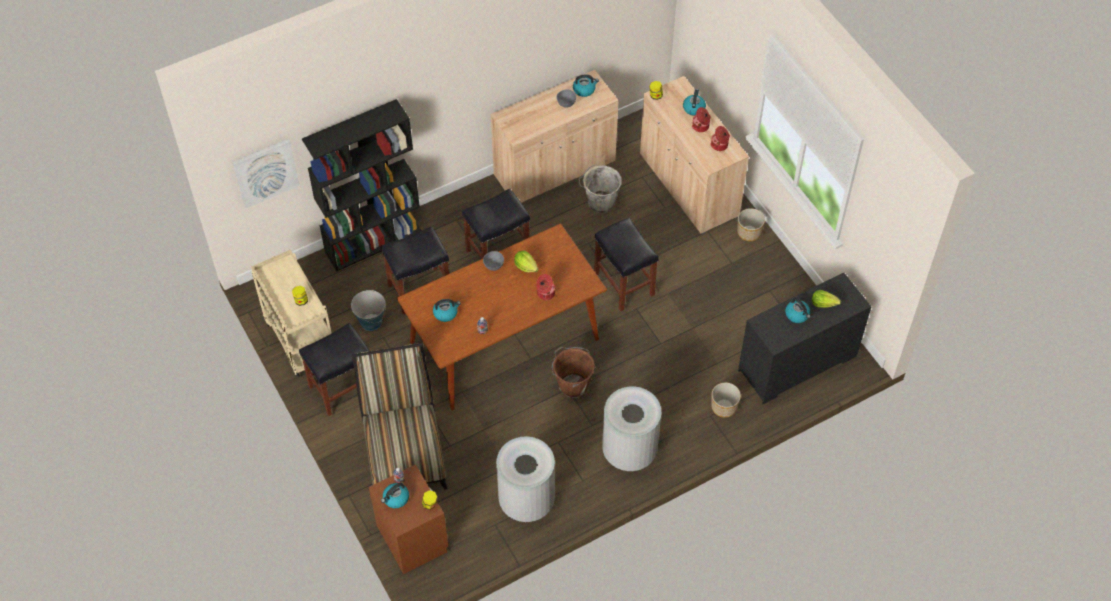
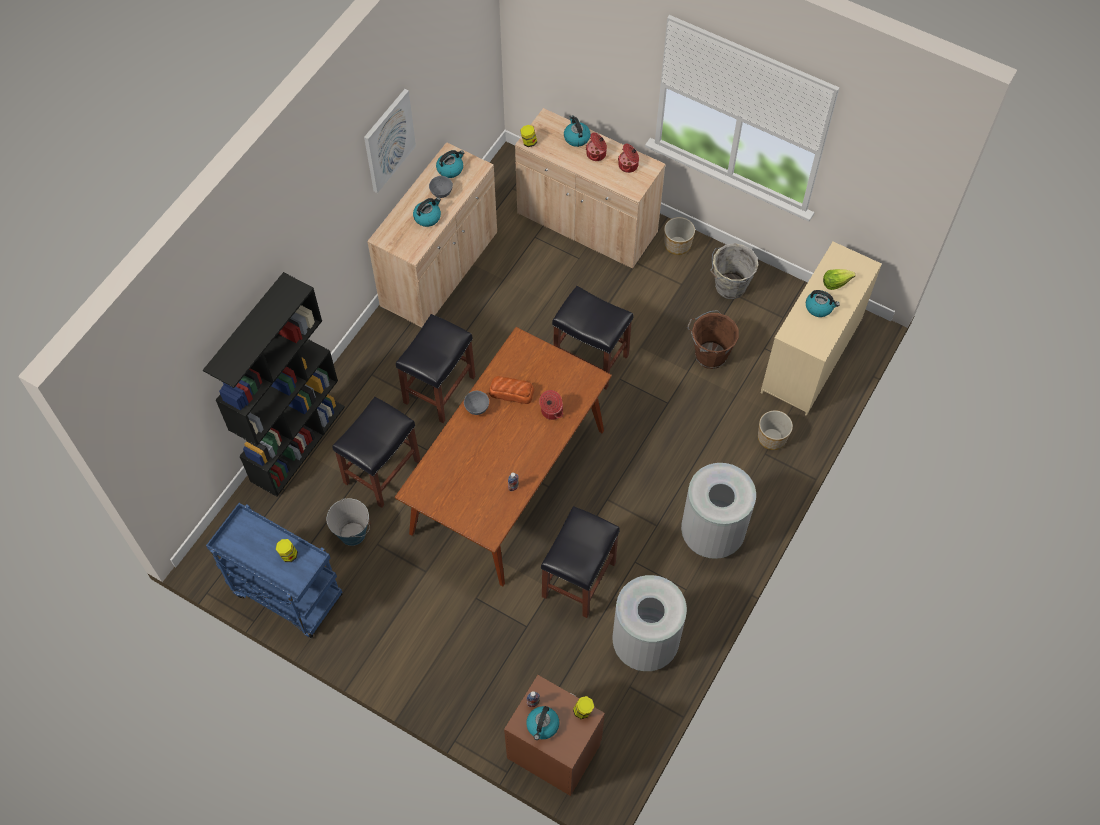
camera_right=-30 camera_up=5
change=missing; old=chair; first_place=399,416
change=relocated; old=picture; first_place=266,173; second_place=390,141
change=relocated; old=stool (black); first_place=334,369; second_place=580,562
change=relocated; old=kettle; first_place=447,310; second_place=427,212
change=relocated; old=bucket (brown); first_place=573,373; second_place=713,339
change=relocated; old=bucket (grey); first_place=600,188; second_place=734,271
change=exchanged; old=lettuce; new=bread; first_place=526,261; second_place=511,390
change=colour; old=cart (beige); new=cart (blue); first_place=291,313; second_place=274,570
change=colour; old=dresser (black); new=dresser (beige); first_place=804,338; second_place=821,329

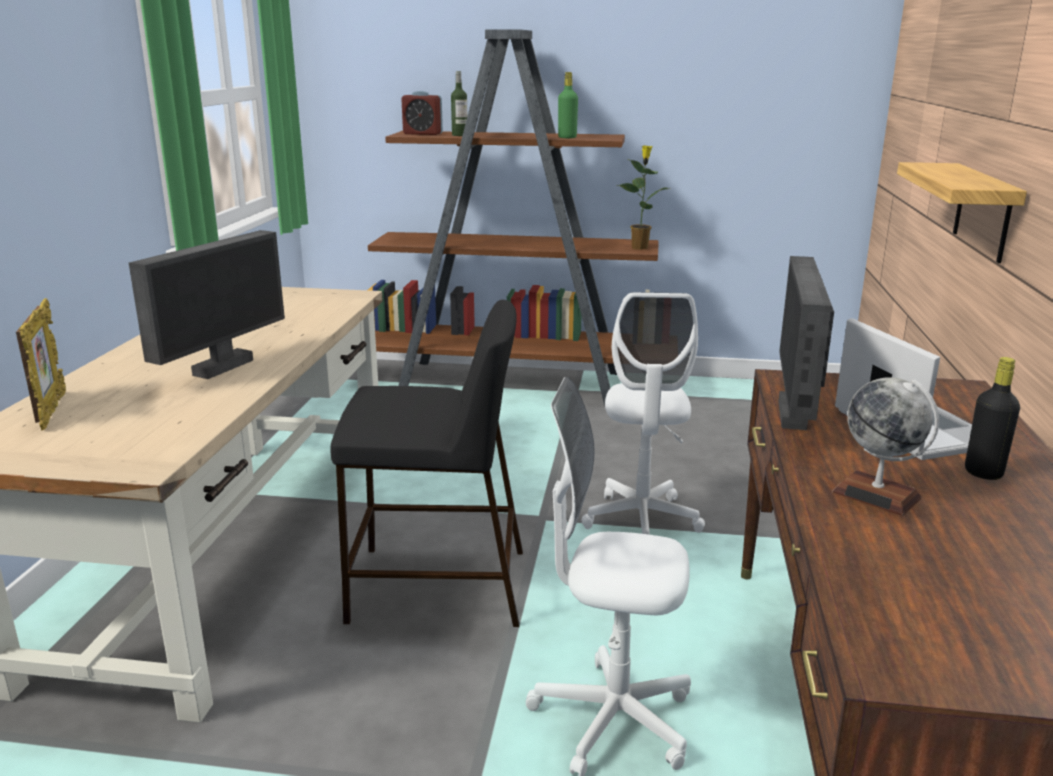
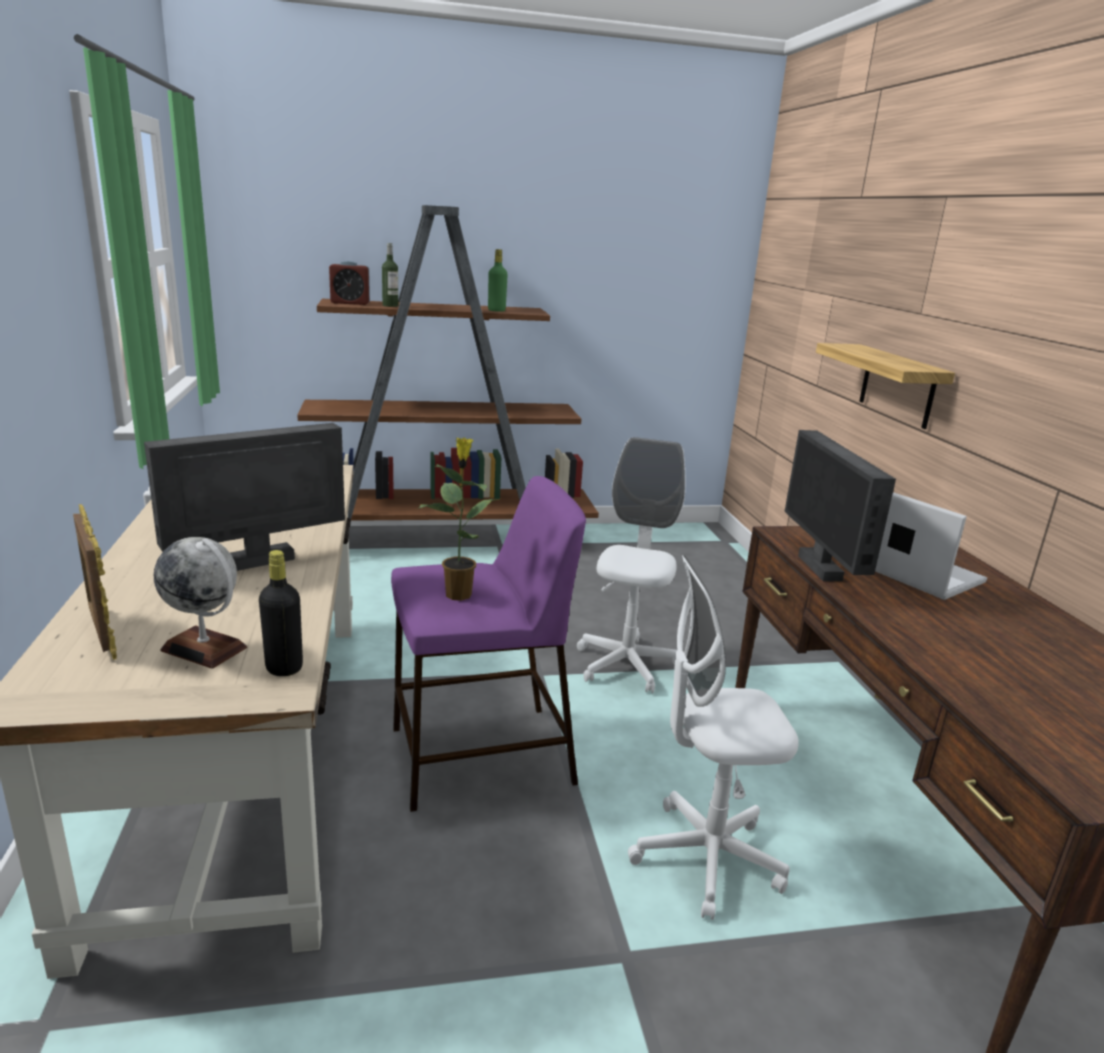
camera_right=-20 camera_up=0
change=relocated; old=potted plant; first_place=643,197; second_place=458,519
change=relocated; old=globe; first_place=886,446; second_place=200,603
change=relocated; old=bottle (black); first_place=992,418; second_place=281,613
change=colour; old=stool (black); new=stool (purple); first_place=427,463; second_place=488,644
change=spun; old=monitor; first_place=207,304; second_place=244,497; degrees=-135
change=spun; old=office chair (white); first_place=643,413; second_place=631,565; degrees=-150

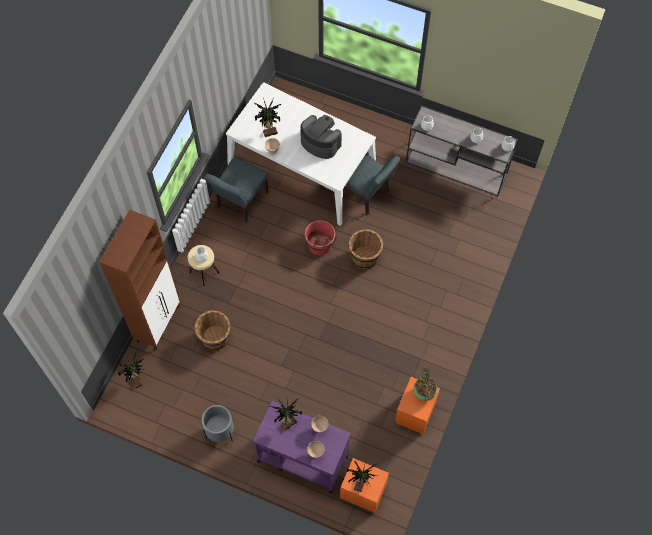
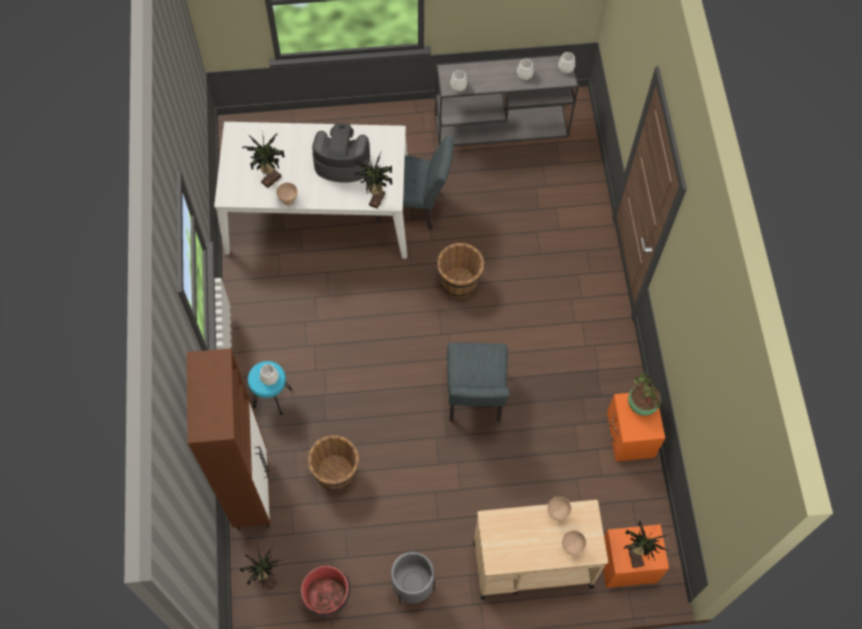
camera_right=-30 camera_up=0
change=relocated; old=chair (grey); first_place=236,189; second_place=478,383
change=relocated; old=potted plant; first_place=286,413; second_place=373,180
change=relocated; old=bucket (red); first_place=320,238; second_place=326,591
change=colour; old=stool (beige); new=stool (turquoise); first_place=203,265; second_place=270,388
change=colour; old=cart (purple); new=cart (beige); first_place=302,447; second_place=540,549

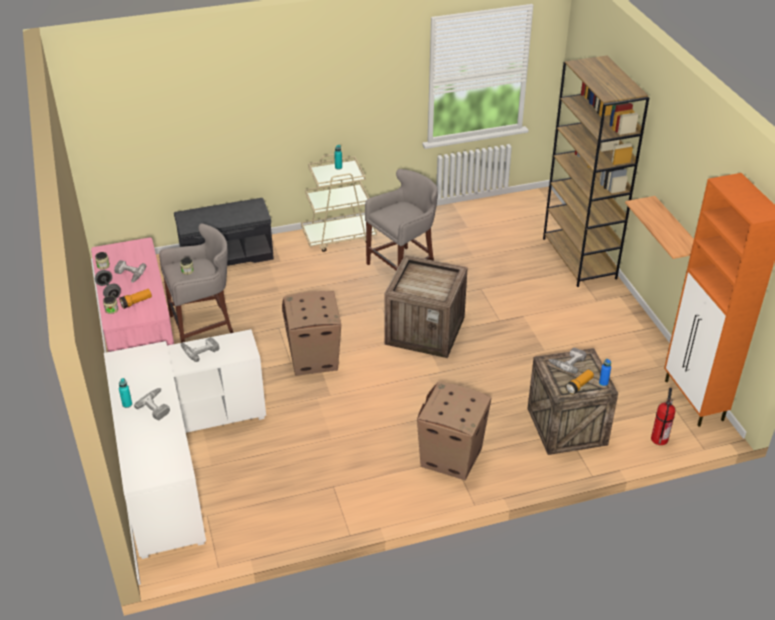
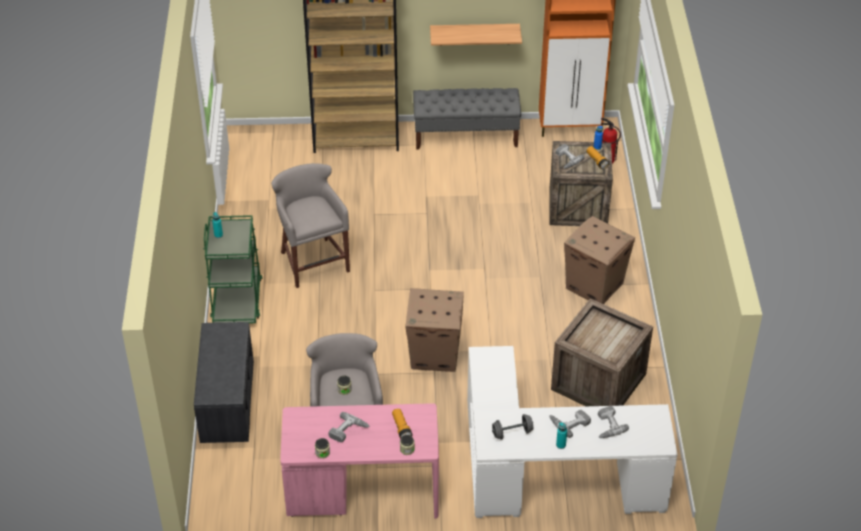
camera_right=-75 camera_up=5
change=appeared; new=bench (grey); second_place=467,118
change=relocated; old=dumbbell (grey); first_place=108,284; second_place=512,427
change=relocated; old=power drill; first_place=200,349; second_place=613,422
change=relocated; old=crate; first_place=426,306; second_place=602,352
change=colour; old=cart (beige); new=cart (green); first_place=339,203; second_place=232,269

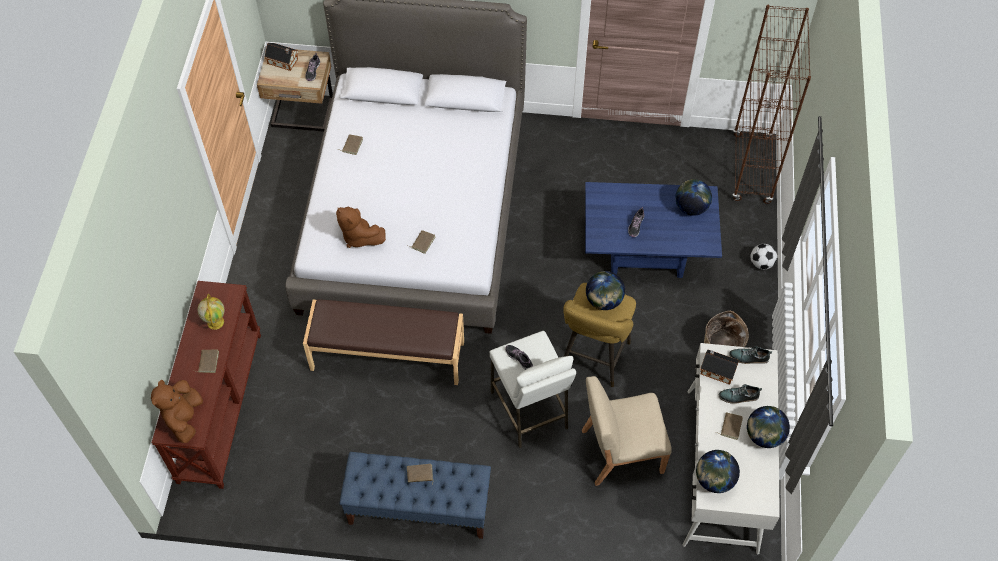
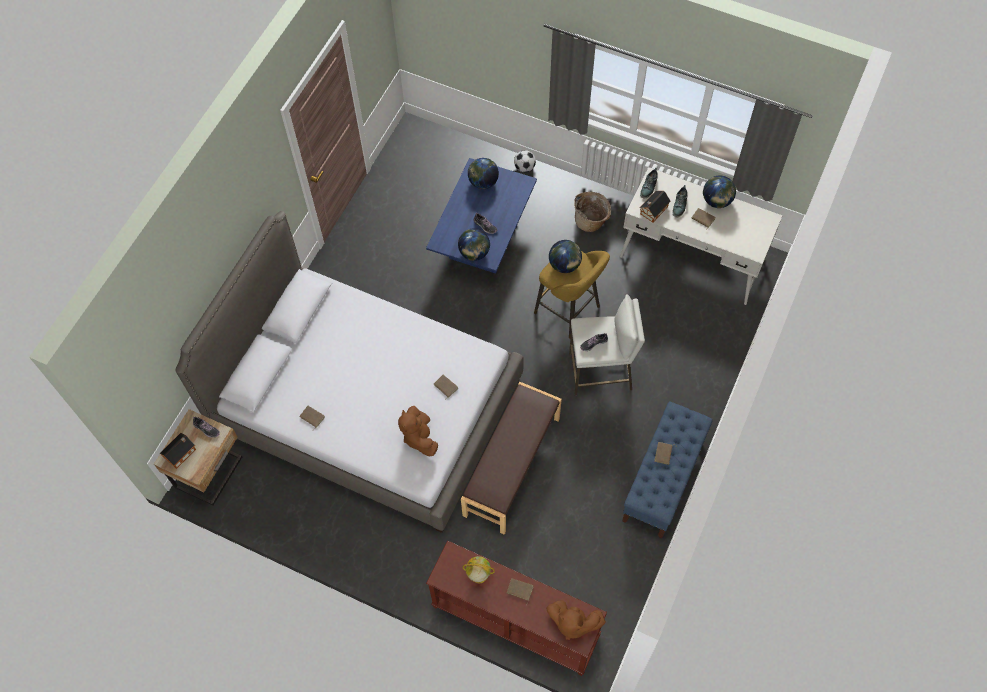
camera_right=-70 camera_up=5
change=missing; old=chair (beige); first_place=627,431
change=missing; old=bookcase (brown); first_place=772,104
change=relocated; old=globe; first_place=718,471; second_place=474,244
change=spun; old=plush toy (brown); first_place=361,227; second_place=418,431; degrees=105

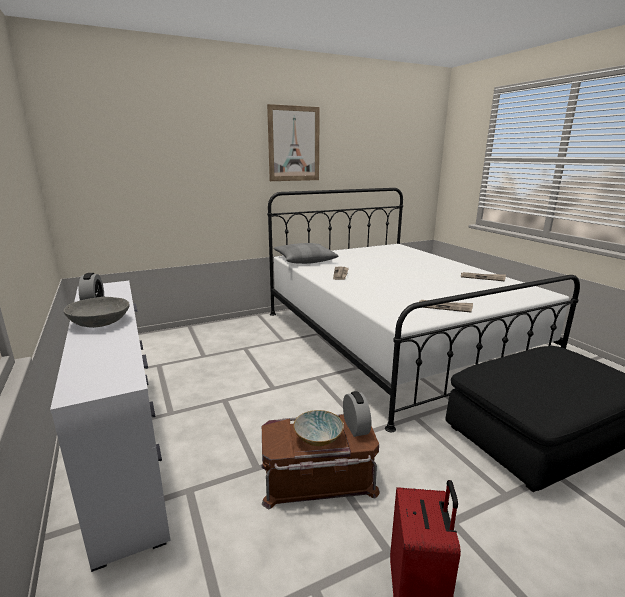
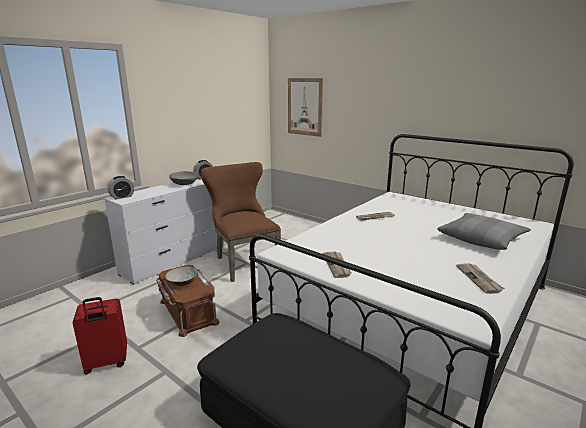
camera_right=65 camera_up=0
change=appeared; new=chair (brown); second_place=241,222
change=relocated; old=picture; first_place=293,142; second_place=305,107
change=relocated; old=pillow (grey); first_place=305,253; second_place=484,231
change=relocated; old=alarm clock; first_place=357,414; second_place=121,188

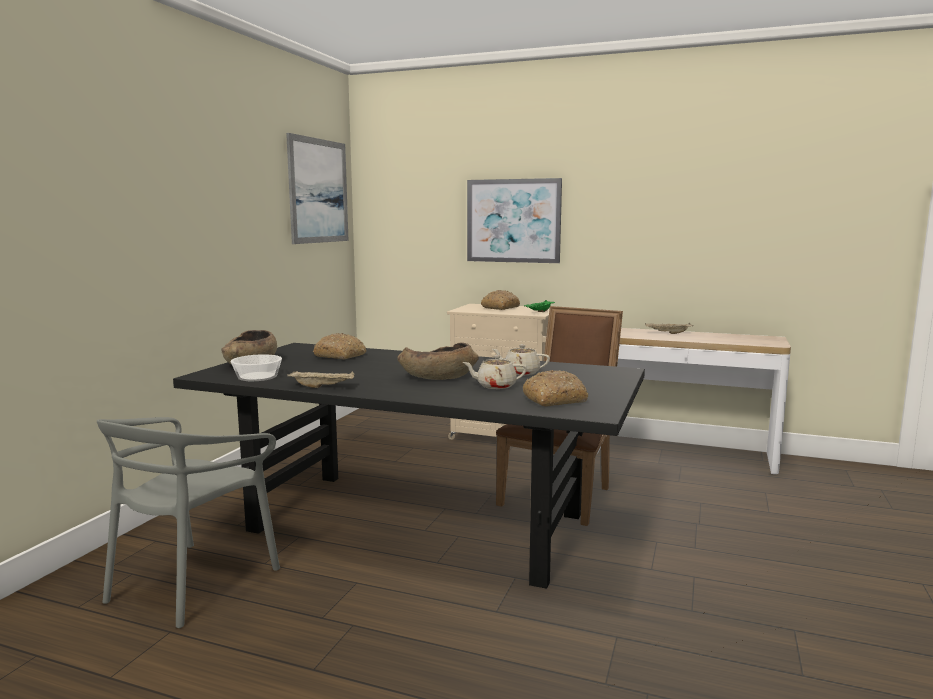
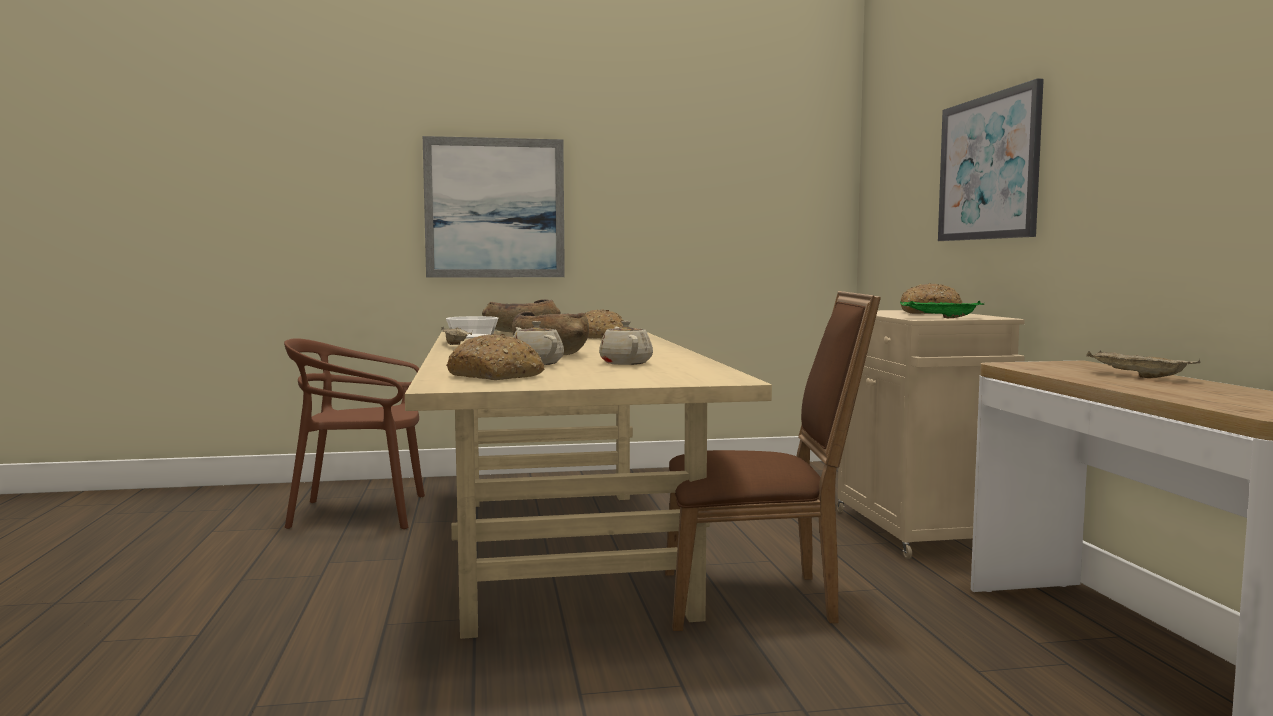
camera_right=60 camera_up=-5
change=relocated; old=picture; first_place=317,188; second_place=494,207
change=colour; old=chair (grey); new=chair (brown); first_place=188,522; second_place=354,433
change=colour; old=dining table (black); new=dining table (beige); first_place=409,466; second_place=588,485

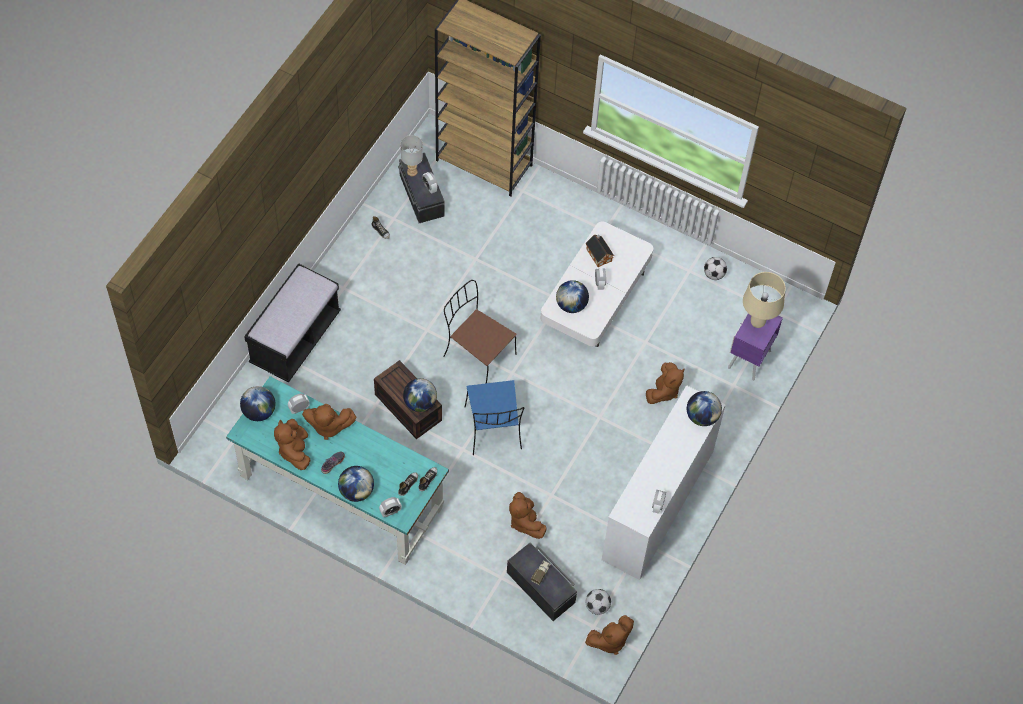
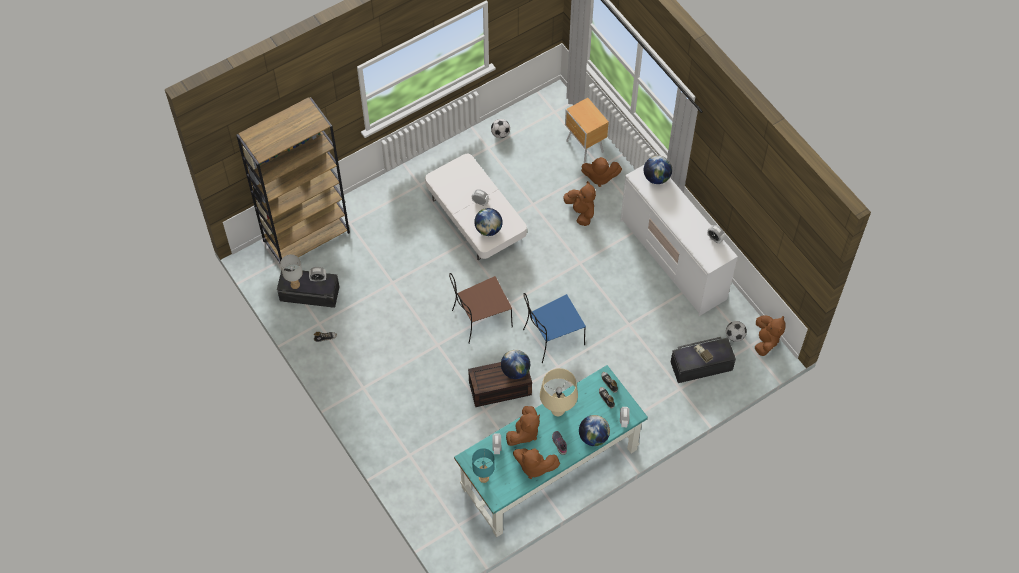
camera_right=-60 camera_up=0
change=missing; old=bench (black); first_place=292,323
change=missing; old=toy house; first_place=599,251
change=relocated; old=plush toy (brown); first_place=528,515; second_place=601,172
change=relocated; old=table lamp (beige); first_place=764,300; second_place=559,392
change=exchanged; old=globe; new=table lamp (turquoise); first_place=257,403; second_place=483,465
change=colour; old=nightstand (purple); new=nightstand (brown); first_place=755,347; second_place=587,130
change=spun; old=chair (blue); first_place=494,417; second_place=554,328; degrees=135

